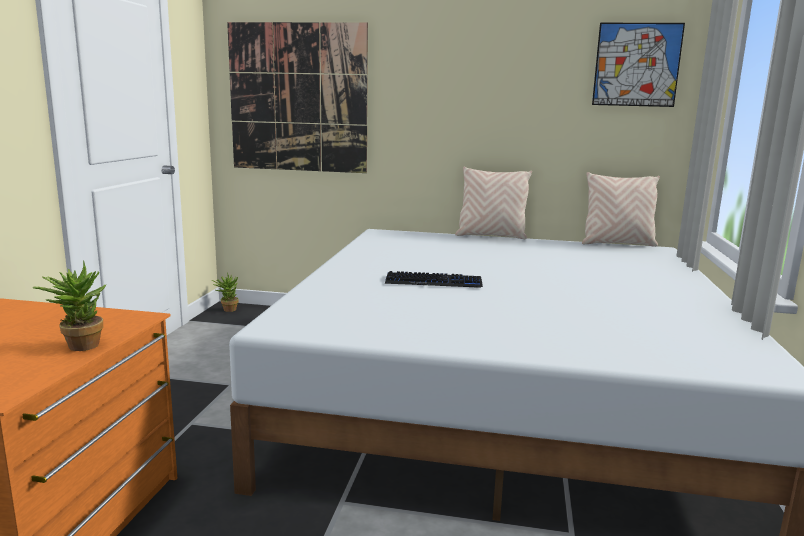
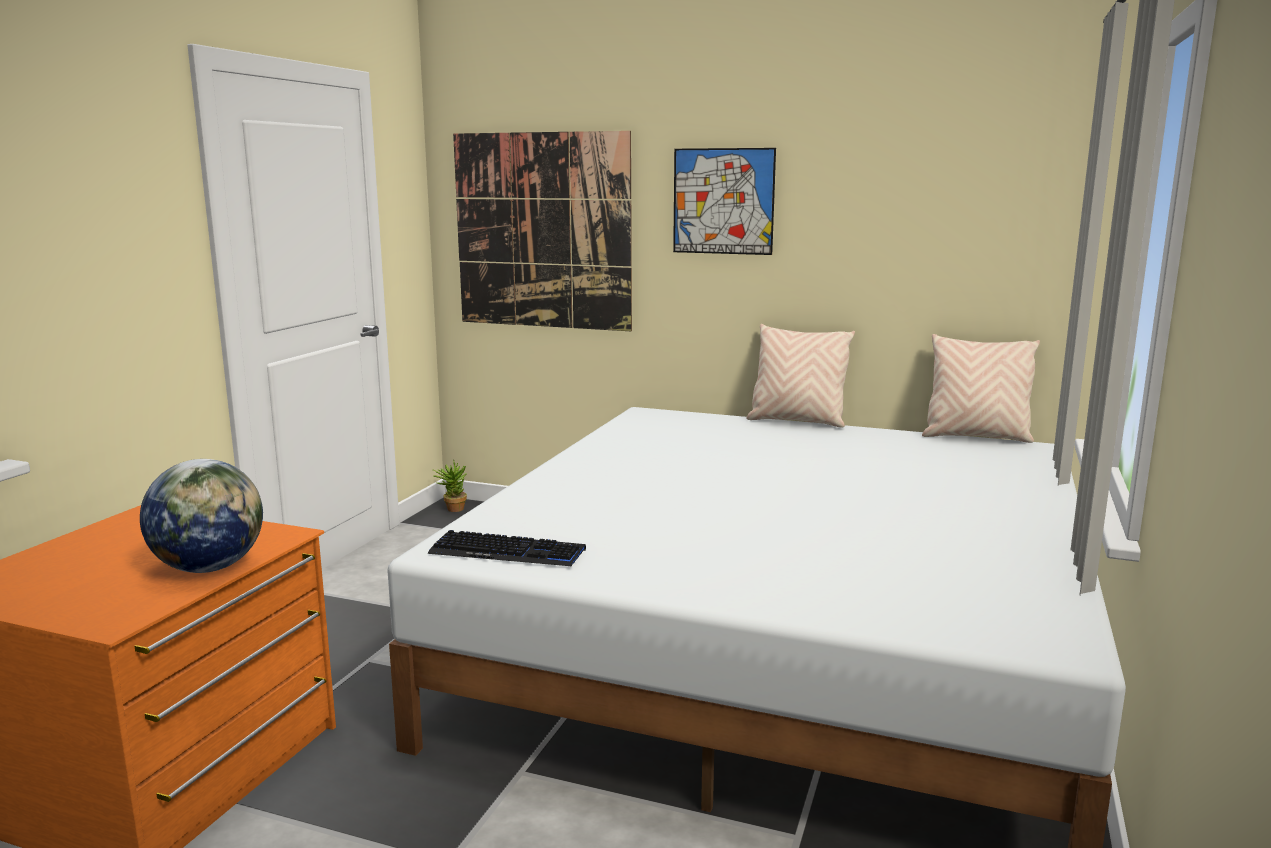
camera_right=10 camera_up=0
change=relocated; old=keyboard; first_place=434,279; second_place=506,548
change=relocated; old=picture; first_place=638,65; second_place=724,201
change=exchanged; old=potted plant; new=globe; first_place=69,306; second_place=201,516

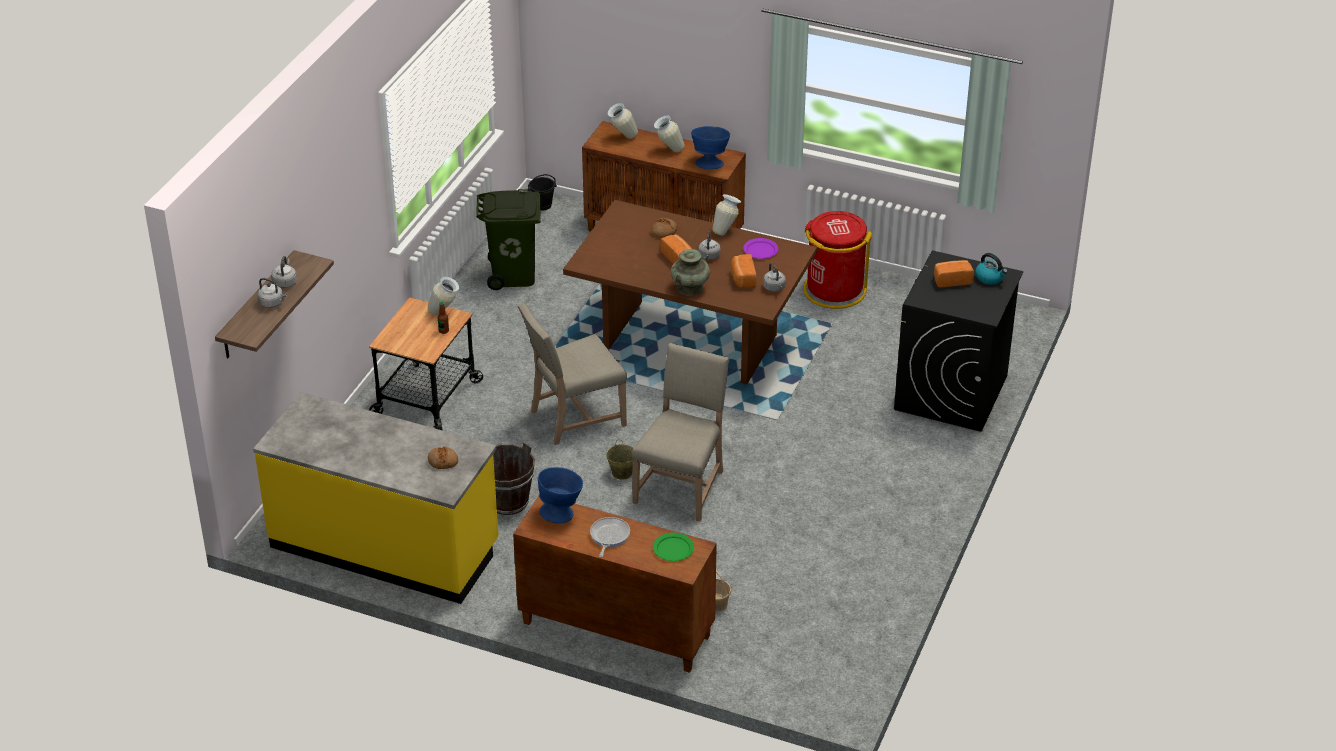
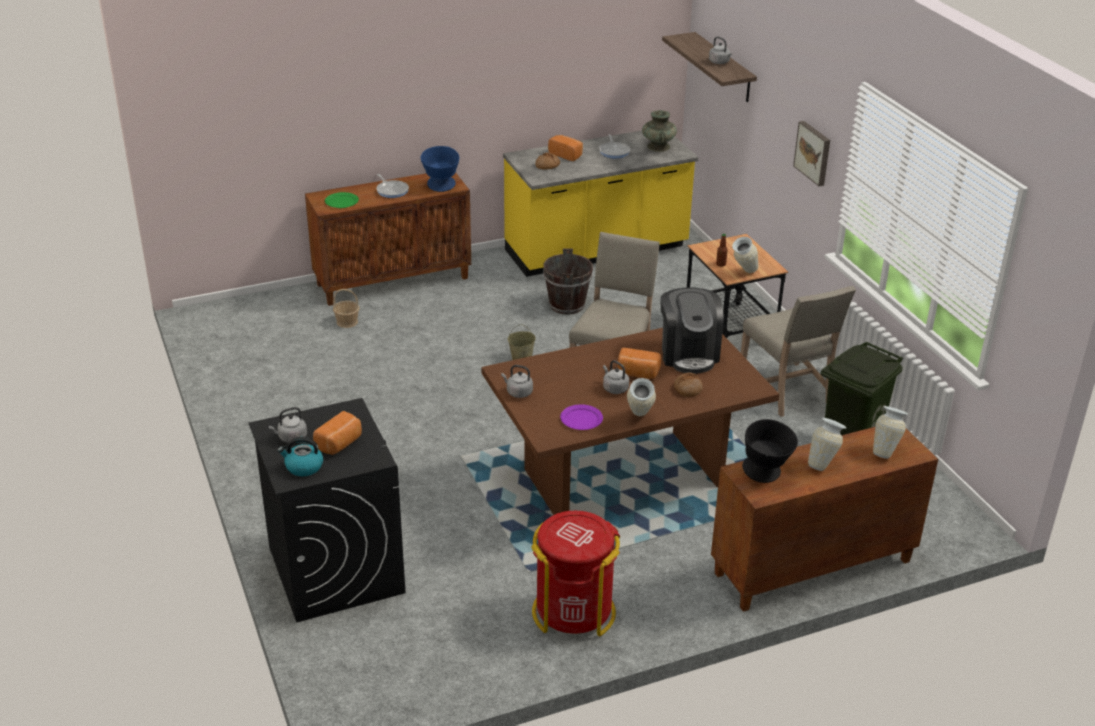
camera_right=135 camera_up=-5
change=missing; old=bucket (black); first_place=542,192
change=appeared; new=frying pan; second_place=614,146
change=appeared; new=coffee machine; second_place=692,331
change=appeared; new=picture; second_place=811,153
change=relocated; old=kettle (grey); first_place=272,293; second_place=287,425
change=relocated; old=chair (beige); first_place=680,432; second_place=798,351
change=relocated; old=vase (turquoise); first_place=690,272; second_place=659,131
change=relocated; old=bread; first_place=744,271; second_place=565,148
change=colour; old=bowl (blue); new=bowl (black); first_place=710,147; second_place=770,451

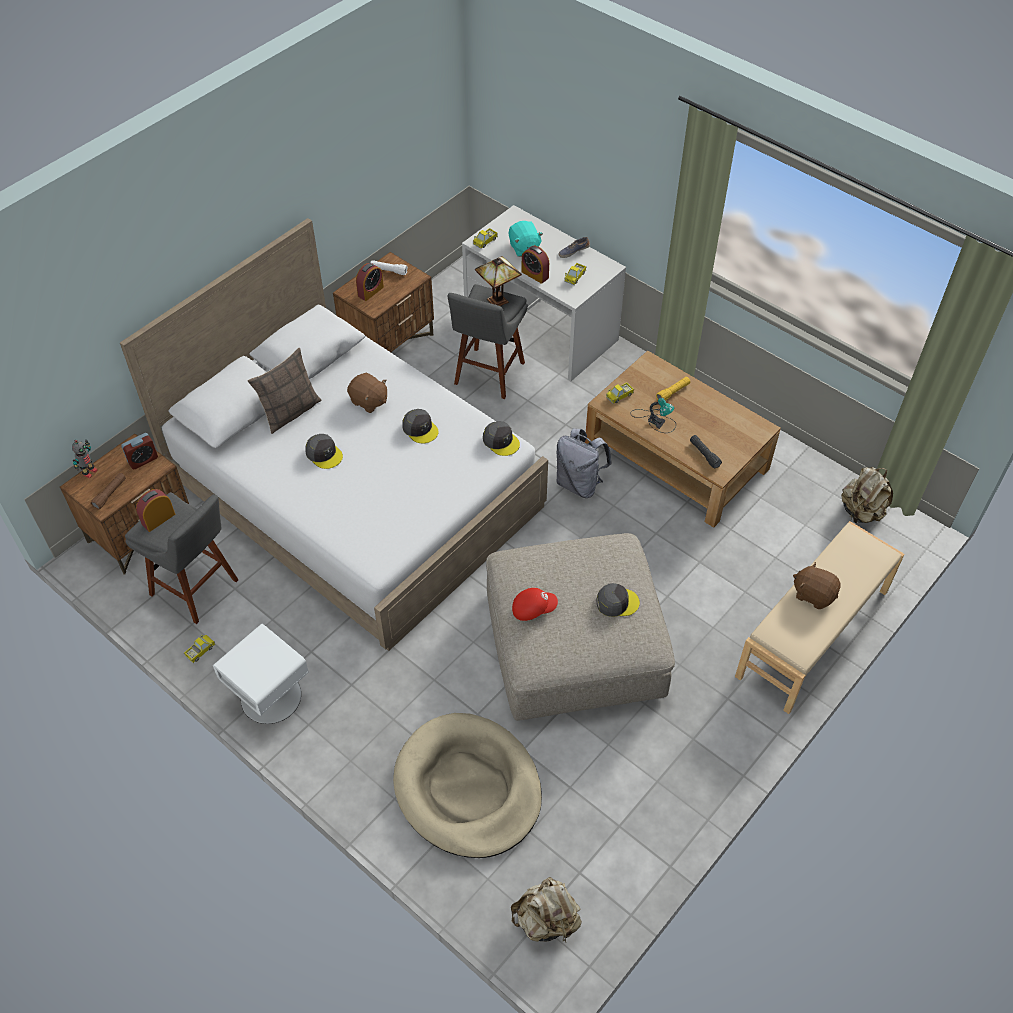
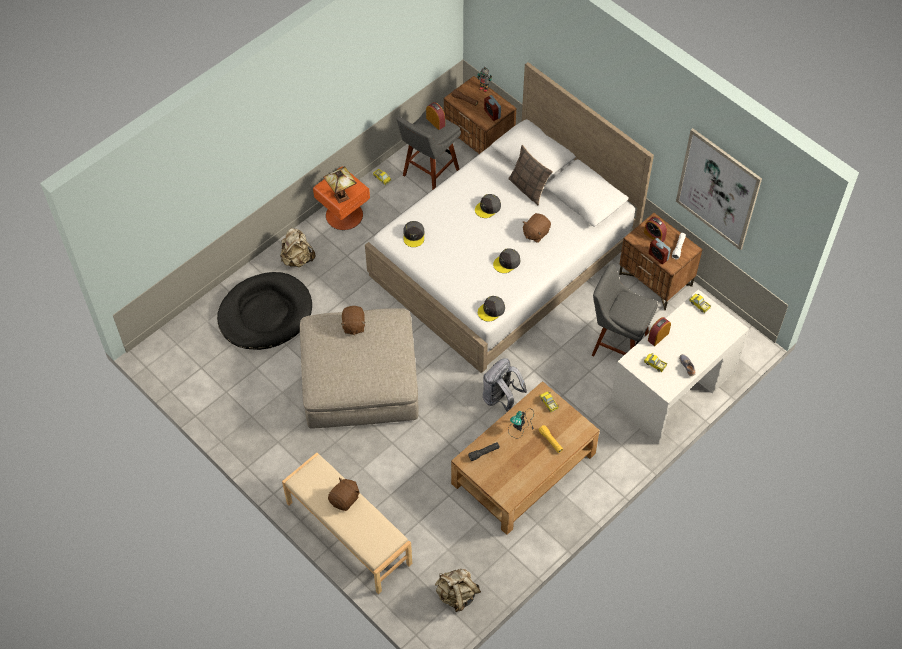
camera_right=95 camera_up=5
change=missing; old=plush toy (turquoise); first_place=526,239
change=appeared; new=alarm clock; second_place=660,251
change=appeared; new=picture; second_place=719,189
change=relocated; old=table lamp; first_place=498,281; second_place=340,184
change=relocated; old=backpack (beige); first_place=546,909; second_place=297,247
change=relocated; old=cap (grey); first_place=618,600; second_place=413,234
change=exchanged; old=cap (red); new=plush toy (brown); first_place=535,604; second_place=353,320
change=colour; old=nightstand (white); new=nightstand (orange); first_place=261,674; second_place=341,198
change=colour; old=dog bed (beige); new=dog bed (black); first_place=467,785; second_place=264,311

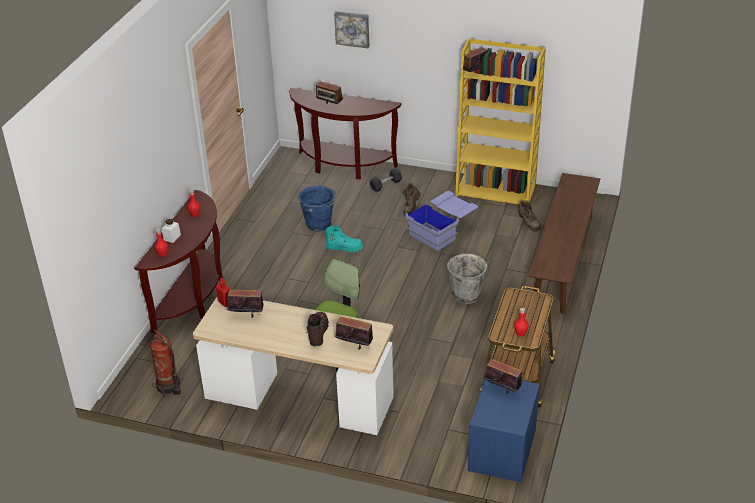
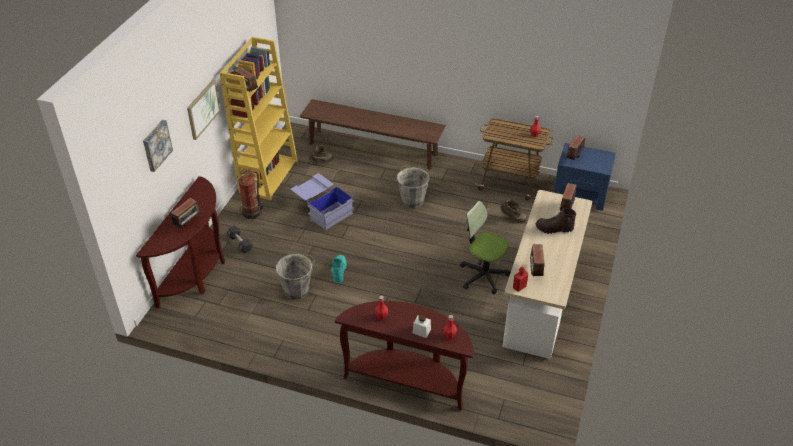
camera_right=-90 camera_up=5
change=appeared; new=picture; second_place=203,110
change=relocated; old=fire extinguisher; first_place=166,362; second_place=251,195
change=relocated; old=boot (brown); first_place=411,199; second_place=514,211
change=colour; old=bucket (blue); new=bucket (grey); first_place=317,208; second_place=295,276

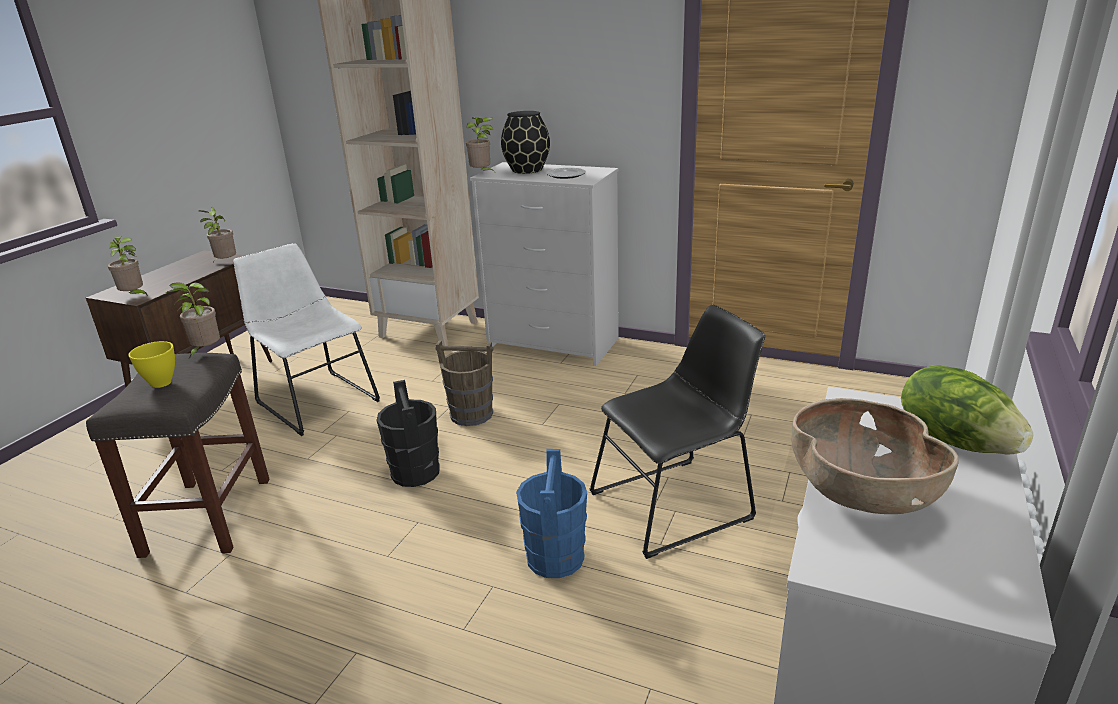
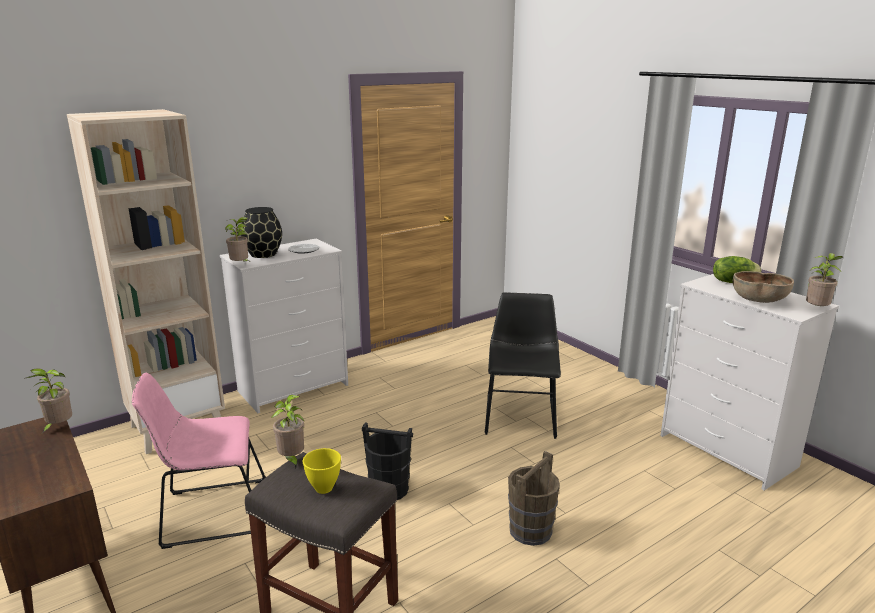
camera_right=-60 camera_up=-5
change=missing; old=bucket (blue); first_place=551,513
change=relocated; old=potted plant; first_place=128,266; second_place=824,279
change=relocated; old=bucket (brown); first_place=464,383; second_place=534,498
change=colour; old=chair (white); new=chair (pink); first_place=306,339; second_place=199,460

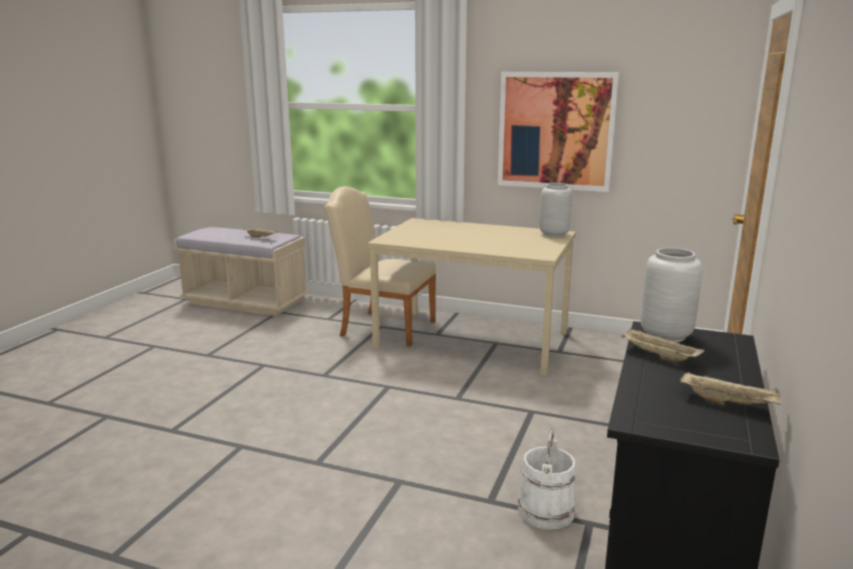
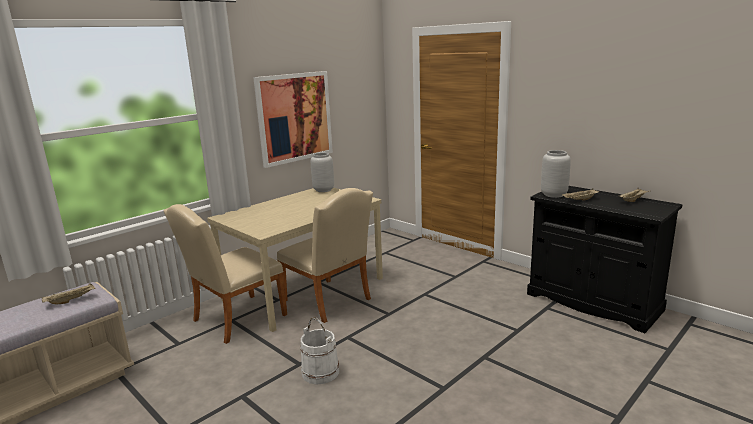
camera_right=-65 camera_up=0
change=appeared; new=chair (beige); second_place=325,255
change=relocated; old=bucket (white); first_place=547,479; second_place=319,351

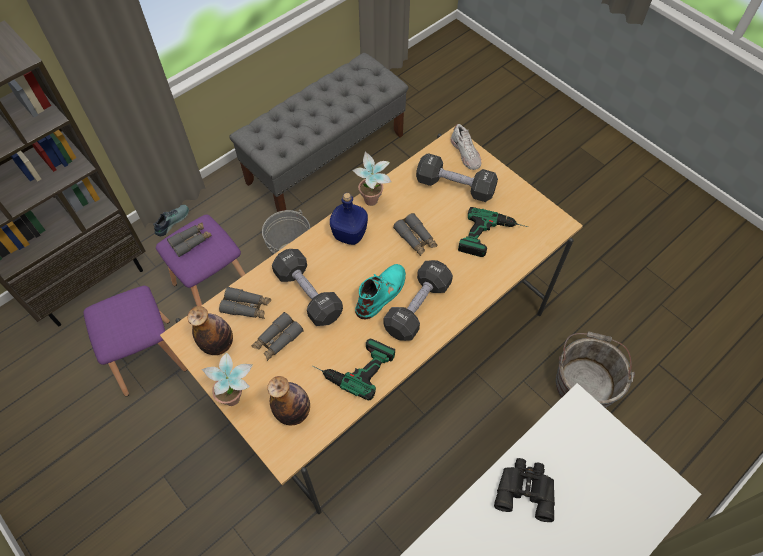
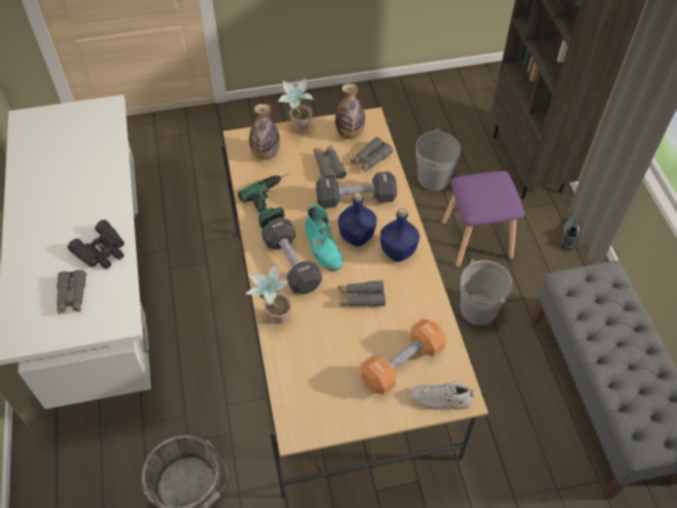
camera_right=120 camera_up=-5
change=missing; old=power drill; first_place=493,232
change=appeared; new=bottle (blue); second_place=357,220
change=relocated; old=binoculars (grey); first_place=189,239; second_place=72,292
change=relocated; old=potted plant; first_place=371,179; second_place=268,293
change=exchanged; old=stool (purple); new=bucket (grey); first_place=135,341; second_place=438,159
change=colour; old=dumbbell (black); new=dumbbell (orange); first_place=457,177; second_place=403,357
change=spun; old=shoe; first_place=171,220; second_place=571,233; degrees=-135

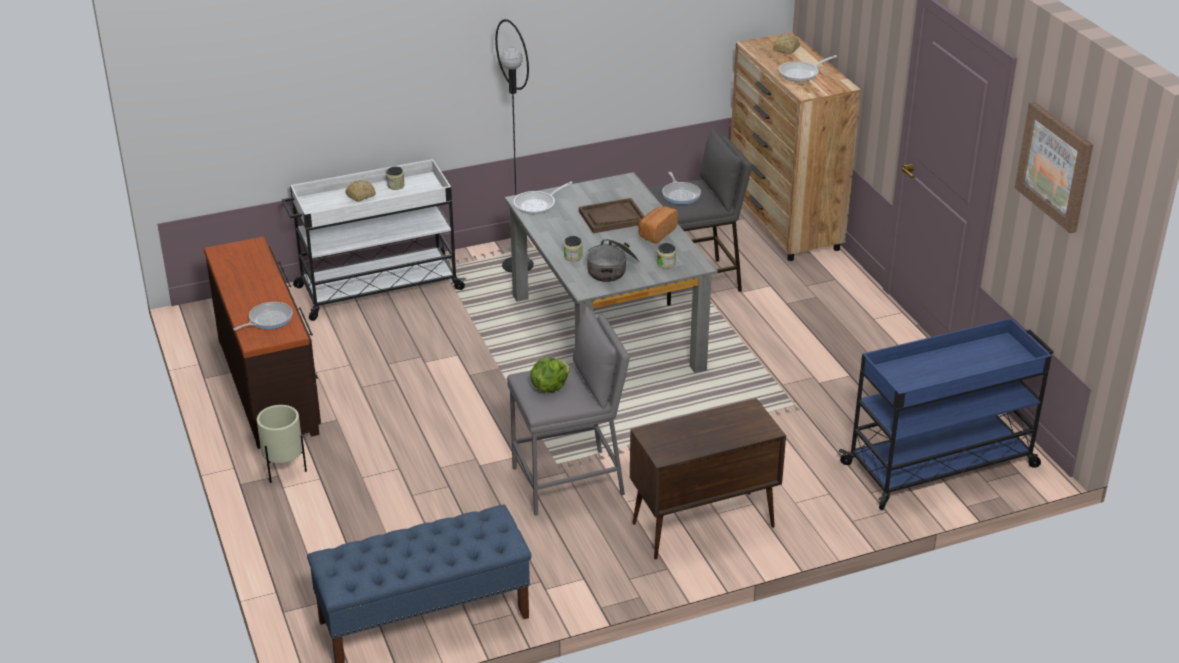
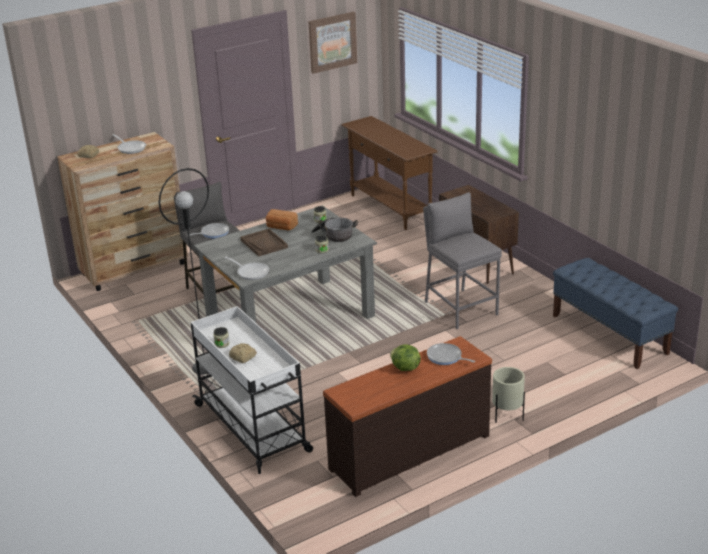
camera_right=-100 camera_up=-5
change=relocated; old=lettuce; first_place=550,375; second_place=405,357
change=exchanged; old=cart (blue); new=console table (brown); first_place=946,414; second_place=390,173

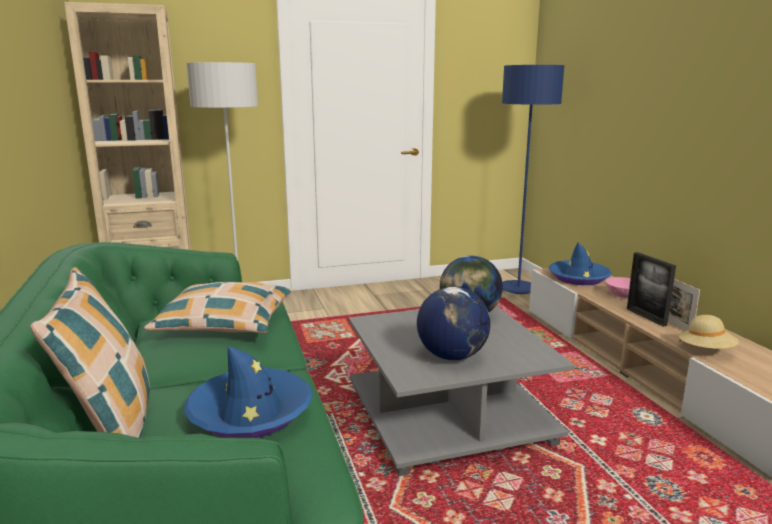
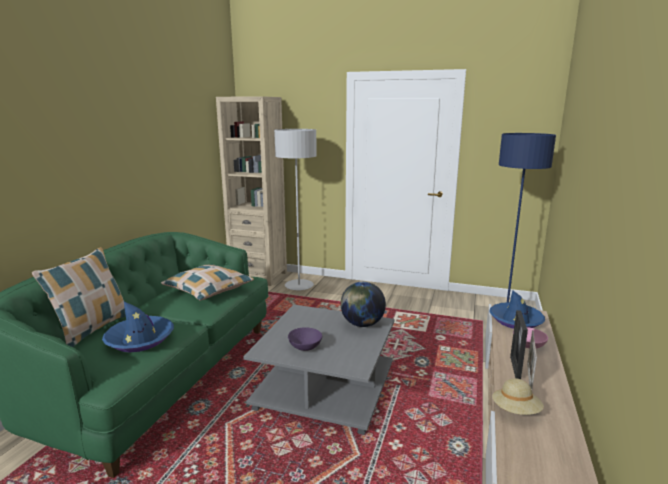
camera_right=35 camera_up=0
change=exchanged; old=globe; new=bowl (purple); first_place=453,323; second_place=305,339

